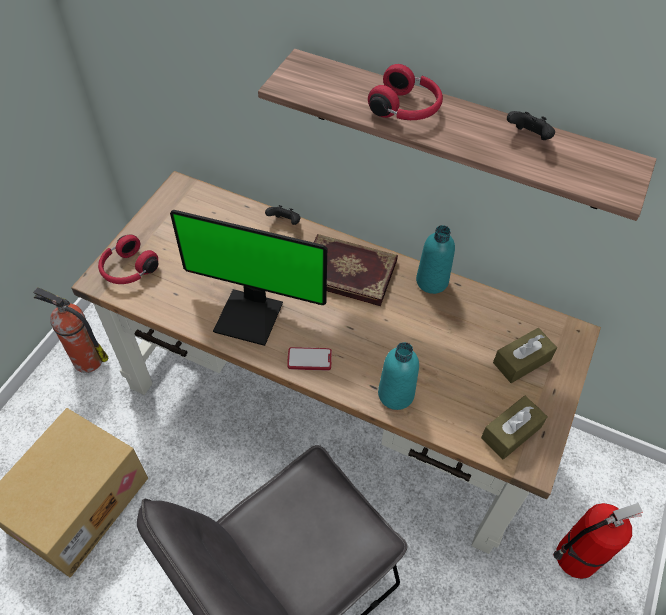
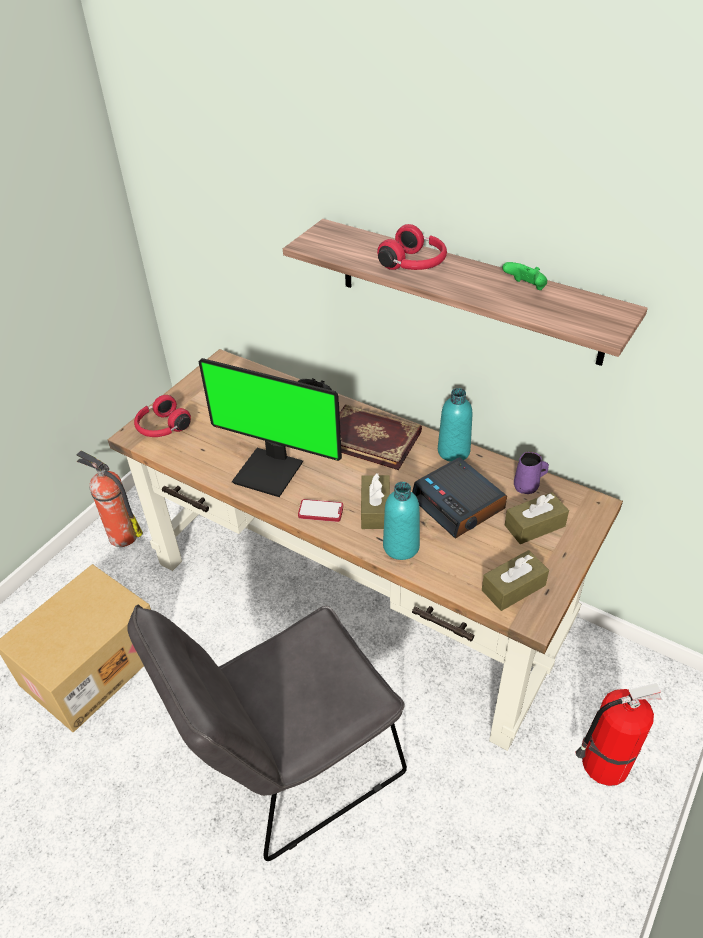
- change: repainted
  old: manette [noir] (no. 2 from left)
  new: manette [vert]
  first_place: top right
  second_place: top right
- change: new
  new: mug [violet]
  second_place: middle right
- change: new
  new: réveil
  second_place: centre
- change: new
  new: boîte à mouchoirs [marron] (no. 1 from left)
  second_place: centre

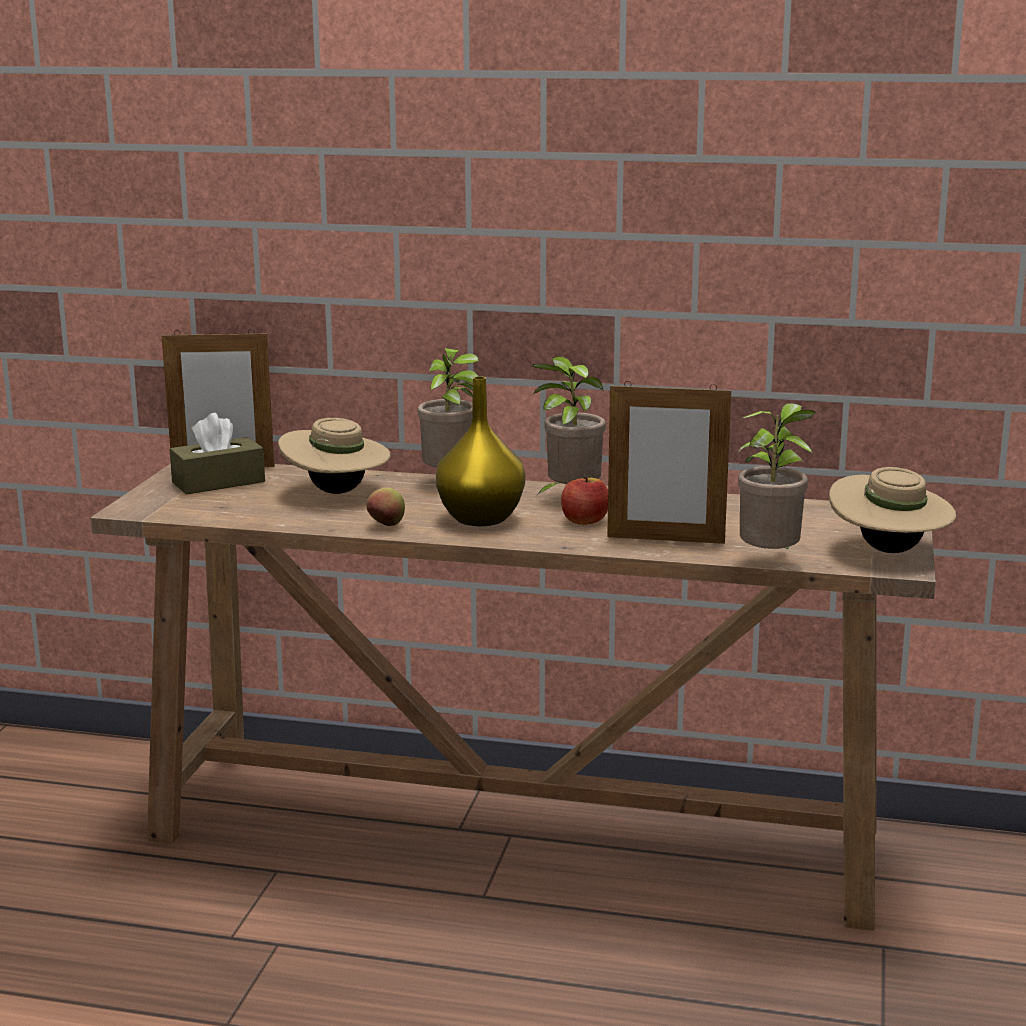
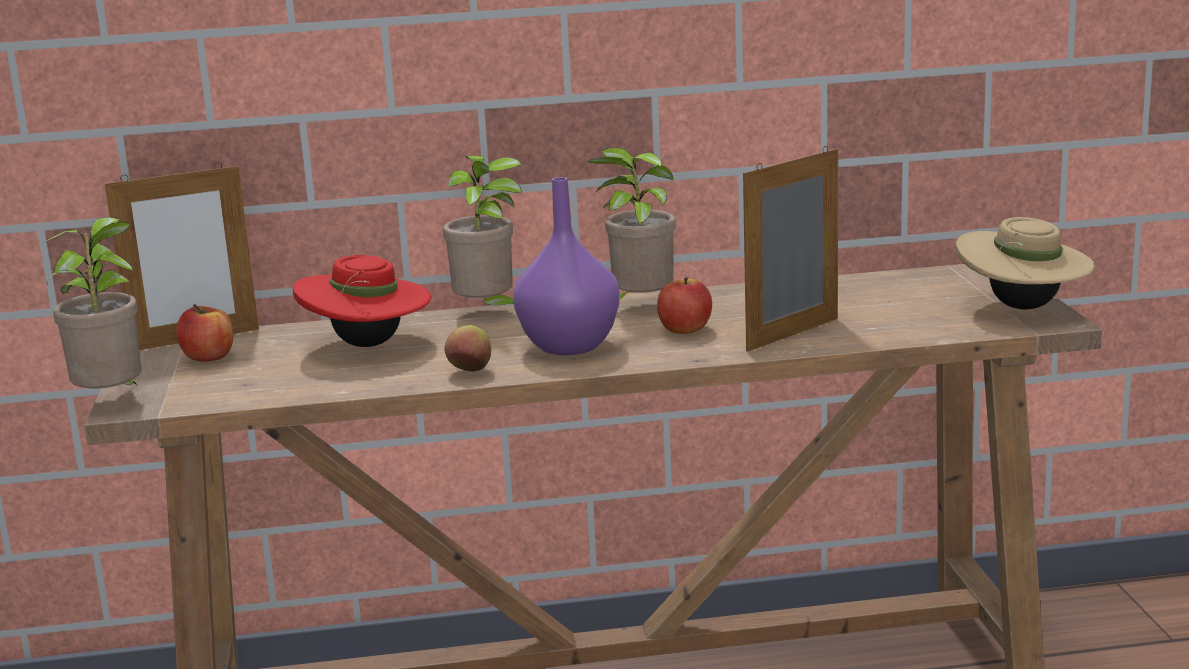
- change: repainted
  old: vase [jaune]
  new: vase [violet]
  first_place: centre
  second_place: centre
- change: rotated
  old: cadre photo (no. 2 from left)
  first_place: centre
  second_place: centre
  degrees: 150
- change: shifted
  old: plante en pot (no. 3 from left in the first image)
  new: plante en pot (no. 1 from left)
  first_place: middle right
  second_place: middle left
- change: swapped
  old: boîte à mouchoirs [marron]
  new: pomme (no. 1 from left)
  first_place: middle left
  second_place: middle left
- change: repainted
  old: chapeau [beige] (no. 1 from left)
  new: chapeau [rouge]
  first_place: middle left
  second_place: middle left

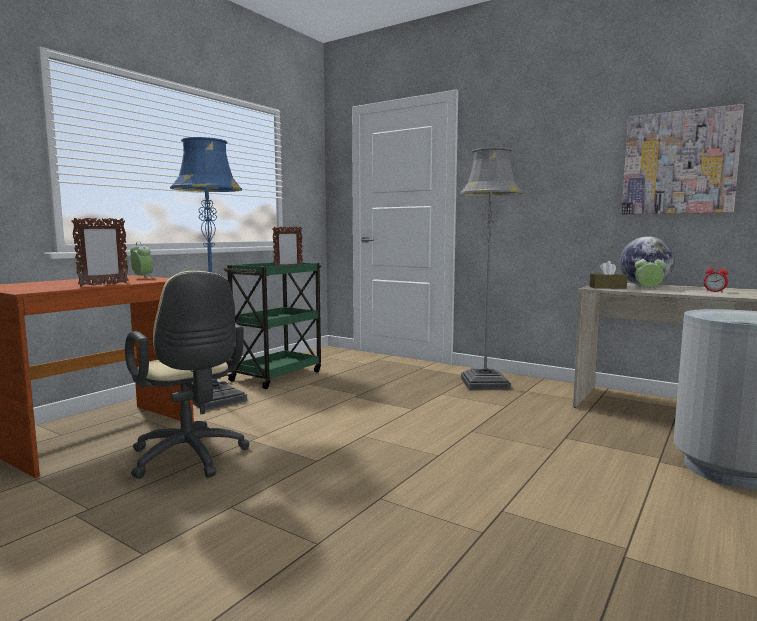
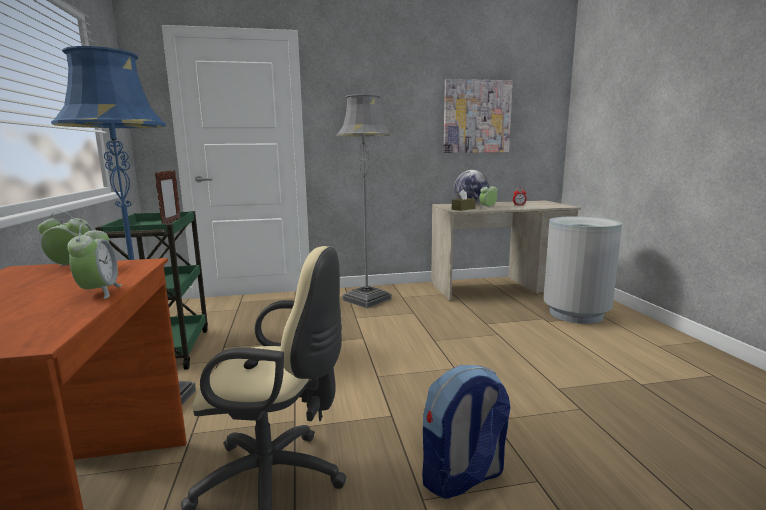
- change: swapped
  old: cadre photo (no. 1 from left)
  new: réveil (no. 2 from left)
  first_place: middle left
  second_place: middle left
- change: new
  new: sac à dos
  second_place: bottom centre

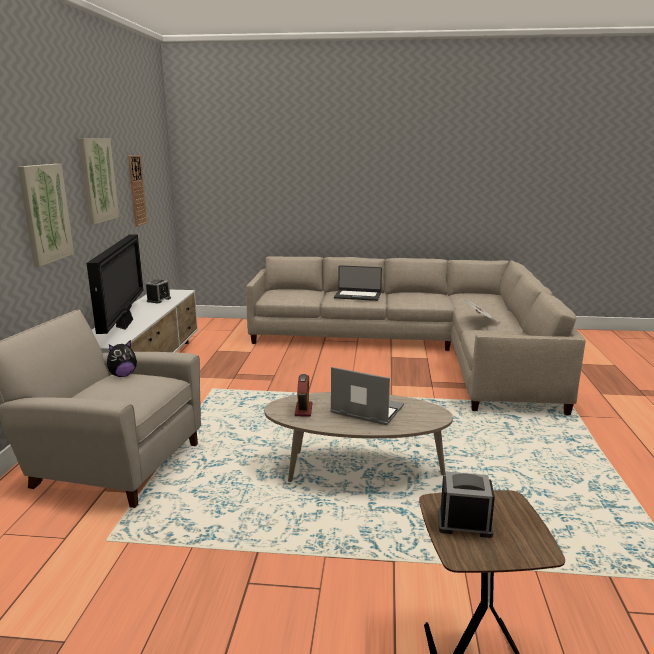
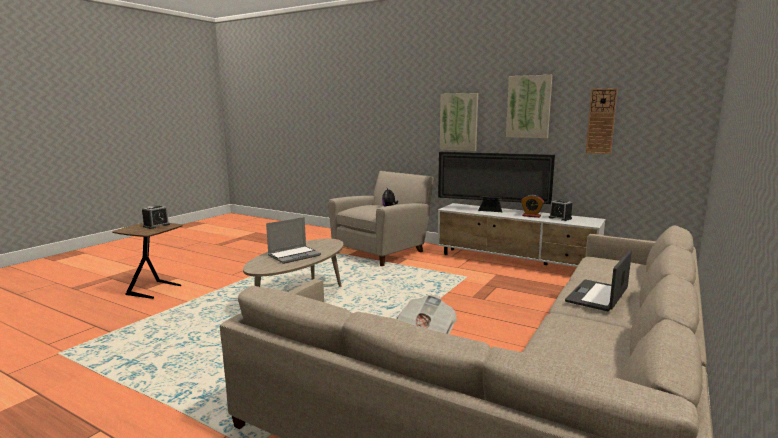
- change: shifted
  old: réveil (no. 2 from left)
  first_place: centre
  second_place: middle right

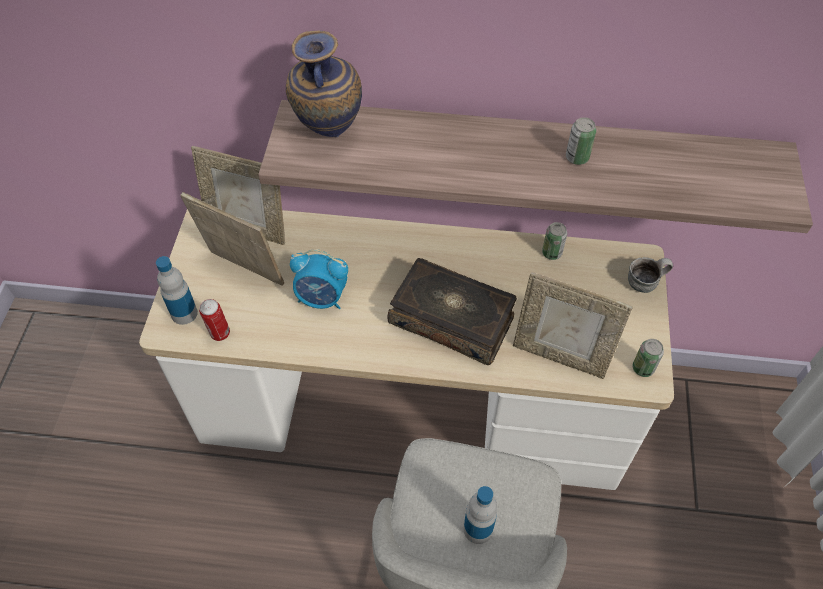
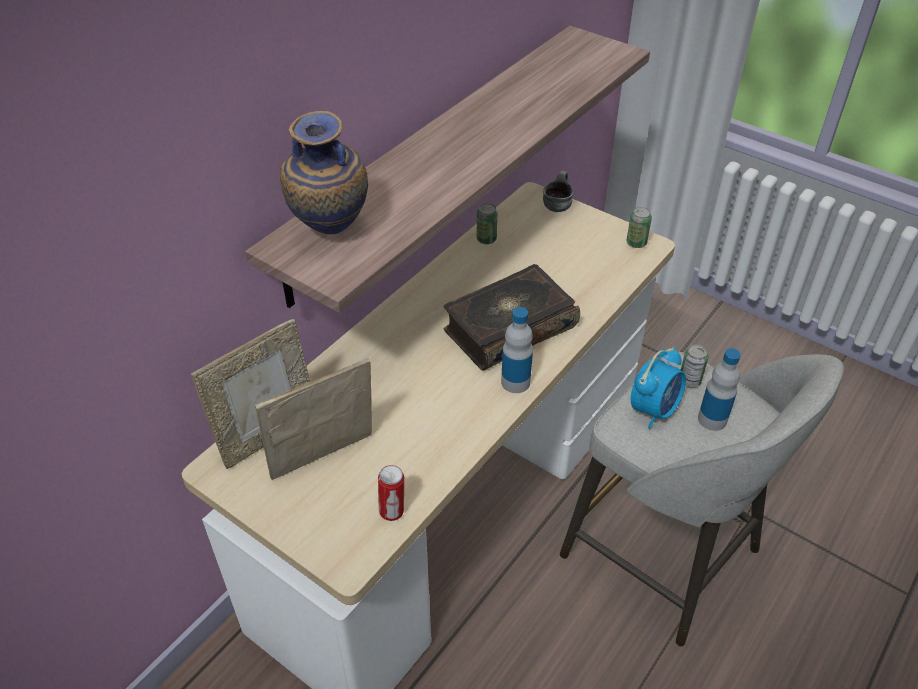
- change: shifted
  old: boîte métallique (no. 3 from left in the first image)
  new: boîte métallique (no. 4 from left)
  first_place: top right
  second_place: middle right
- change: shifted
  old: réveil
  first_place: centre
  second_place: middle right
- change: shifted
  old: bouteille (no. 1 from left)
  first_place: middle left
  second_place: centre
- change: gone
  old: cadre photo (no. 3 from left)
  first_place: middle right

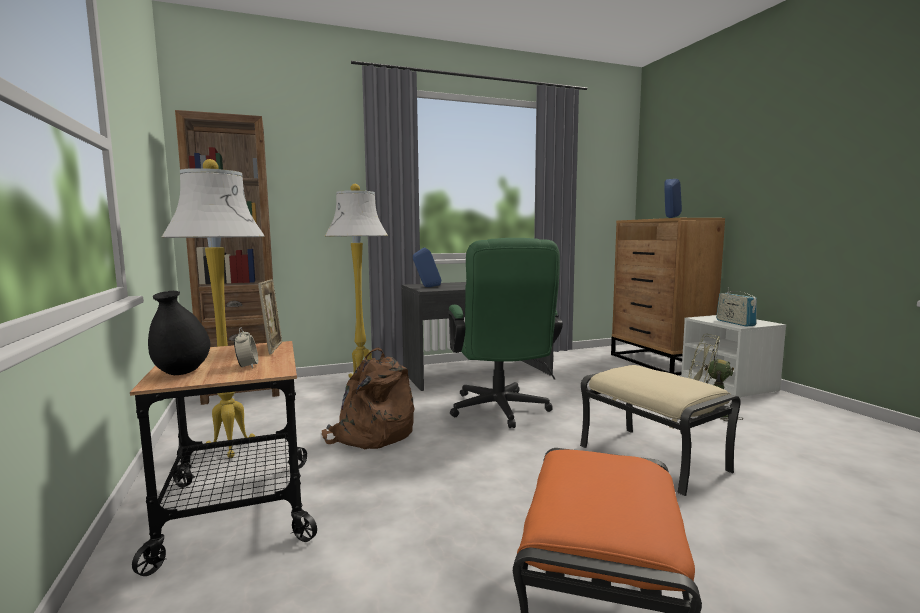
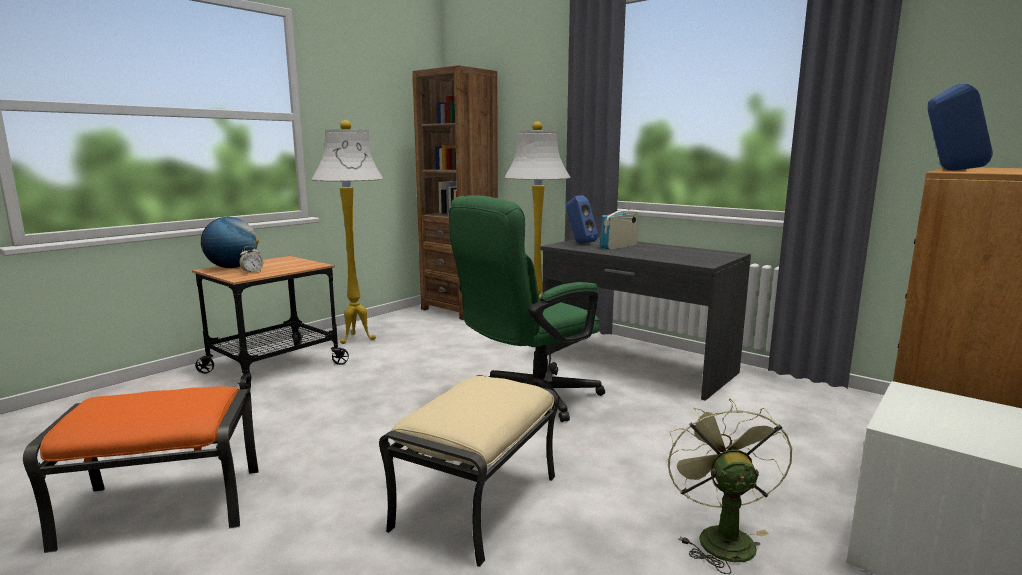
- change: gone
  old: cadre photo
  first_place: middle left
- change: shifted
  old: radio
  first_place: middle right
  second_place: centre
- change: swapped
  old: vase [noir]
  new: globe
  first_place: middle left
  second_place: middle left
- change: gone
  old: sac à dos [marron]
  first_place: centre

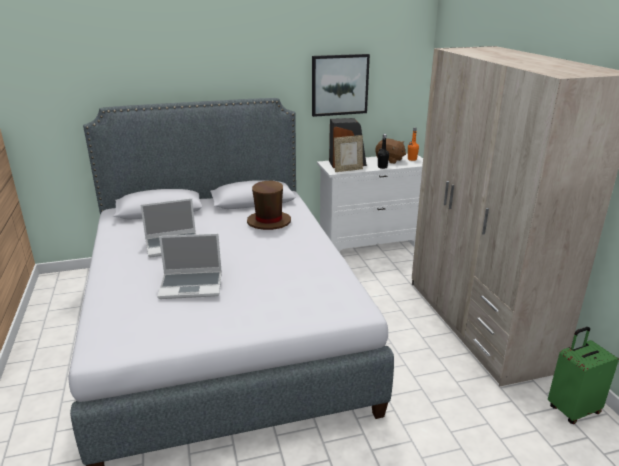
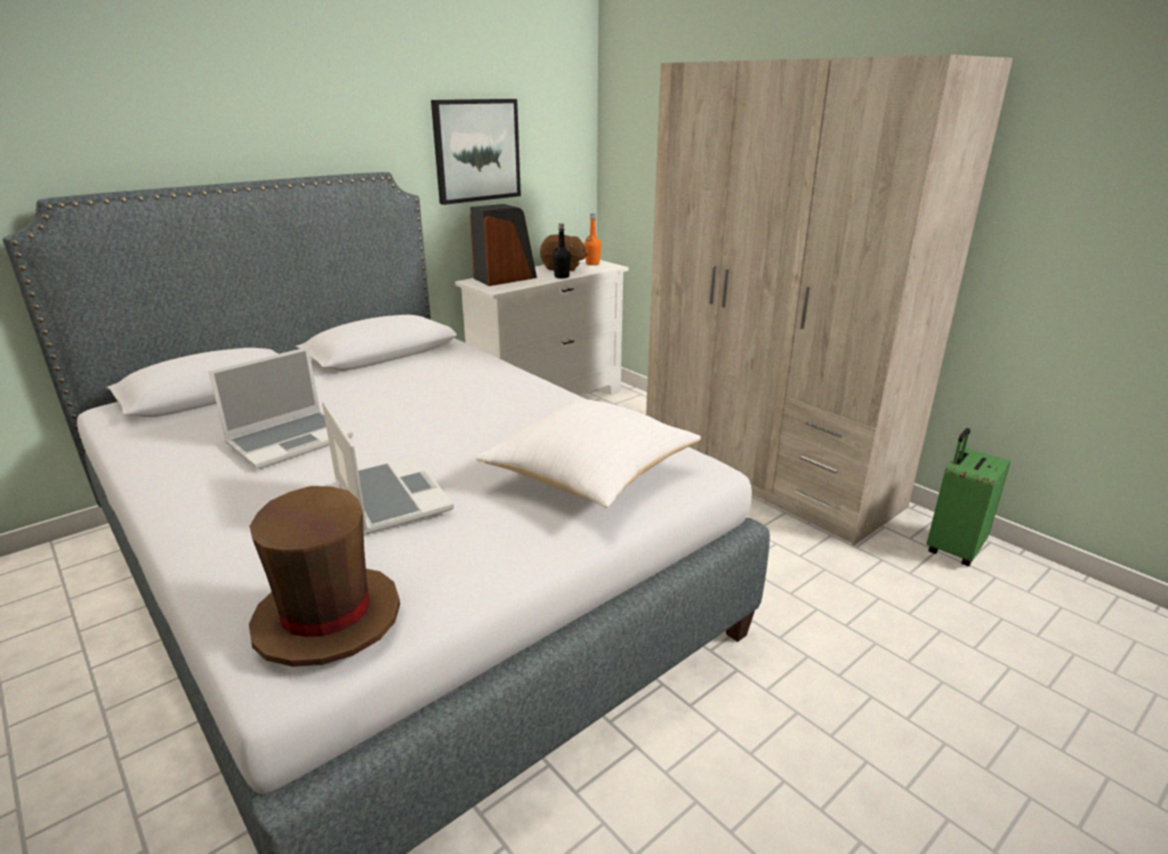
- change: gone
  old: cadre photo
  first_place: top centre
- change: shifted
  old: chapeau [marron]
  first_place: centre
  second_place: bottom left
- change: rotated
  old: ordinateur portable (no. 2 from left)
  first_place: middle left
  second_place: middle left
  degrees: -90
- change: new
  new: coussin [blanc]
  second_place: centre

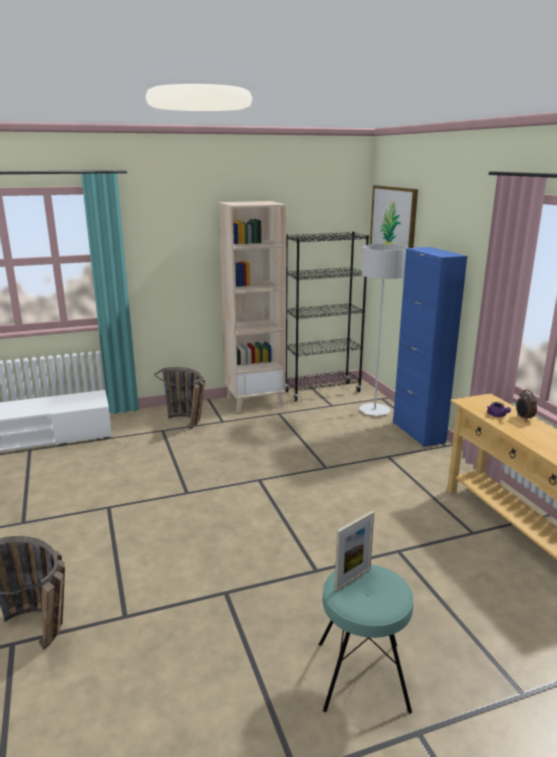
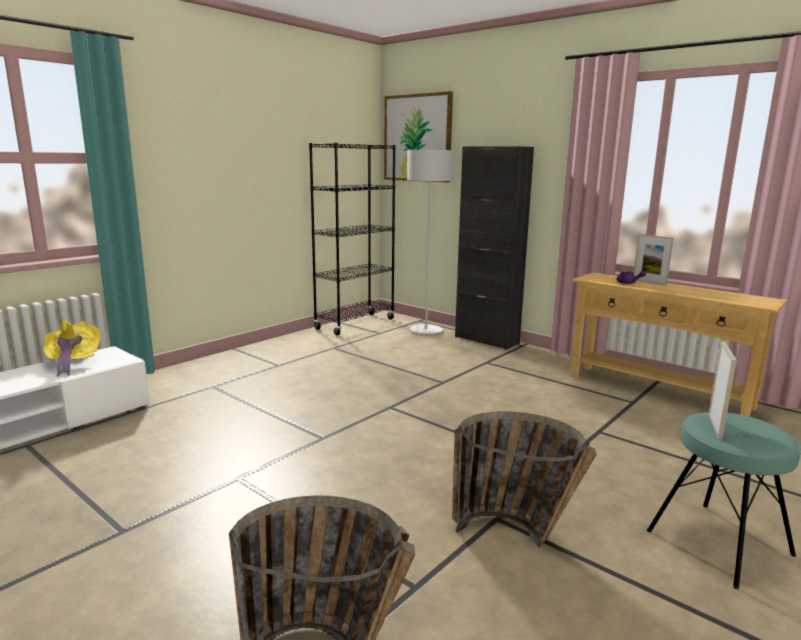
- change: gone
  old: bibliothèque [beige]
  first_place: centre
- change: repainted
  old: meuble de rangement [bleu]
  new: meuble de rangement [noir]
  first_place: middle right
  second_place: centre
- change: shifted
  old: panier (no. 2 from left)
  first_place: middle left
  second_place: bottom centre
- change: swapped
  old: réveil
  new: cadre photo (no. 1 from left)
  first_place: middle right
  second_place: middle right
- change: new
  new: chapeau [jaune]
  second_place: middle left

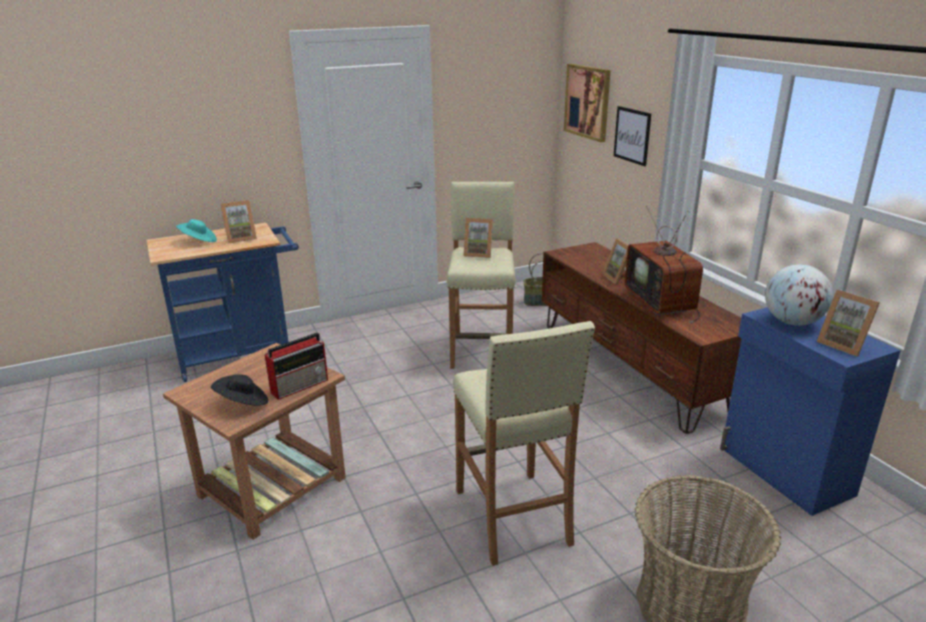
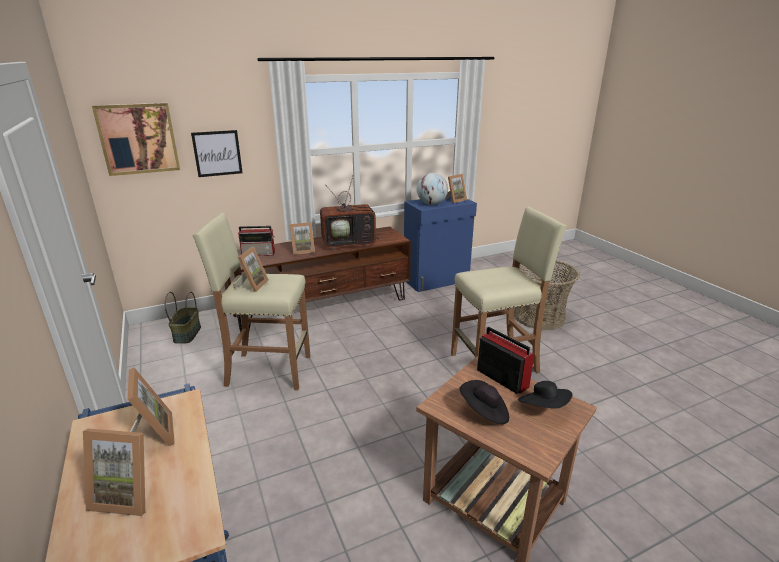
- change: swapped
  old: chapeau [turquoise]
  new: cadre photo (no. 1 from left)
  first_place: middle left
  second_place: bottom left
- change: new
  new: radio (no. 1 from left)
  second_place: middle left
- change: new
  new: chapeau [noir] (no. 1 from left)
  second_place: bottom centre

